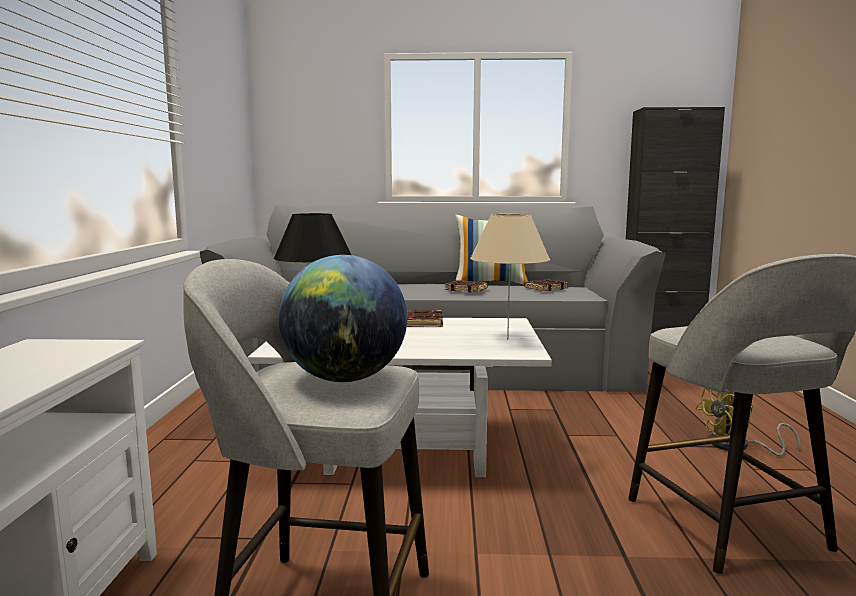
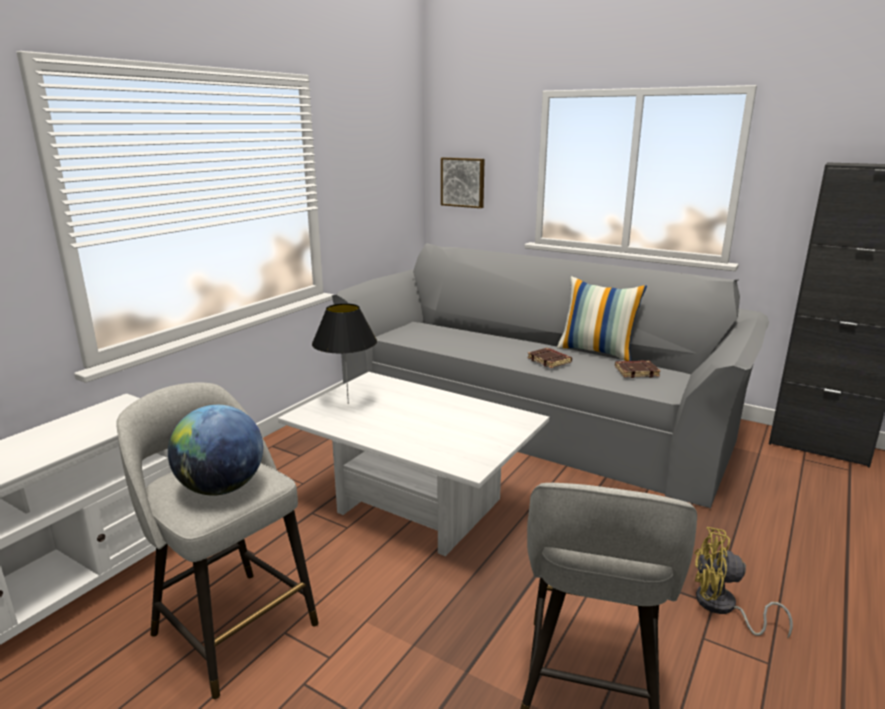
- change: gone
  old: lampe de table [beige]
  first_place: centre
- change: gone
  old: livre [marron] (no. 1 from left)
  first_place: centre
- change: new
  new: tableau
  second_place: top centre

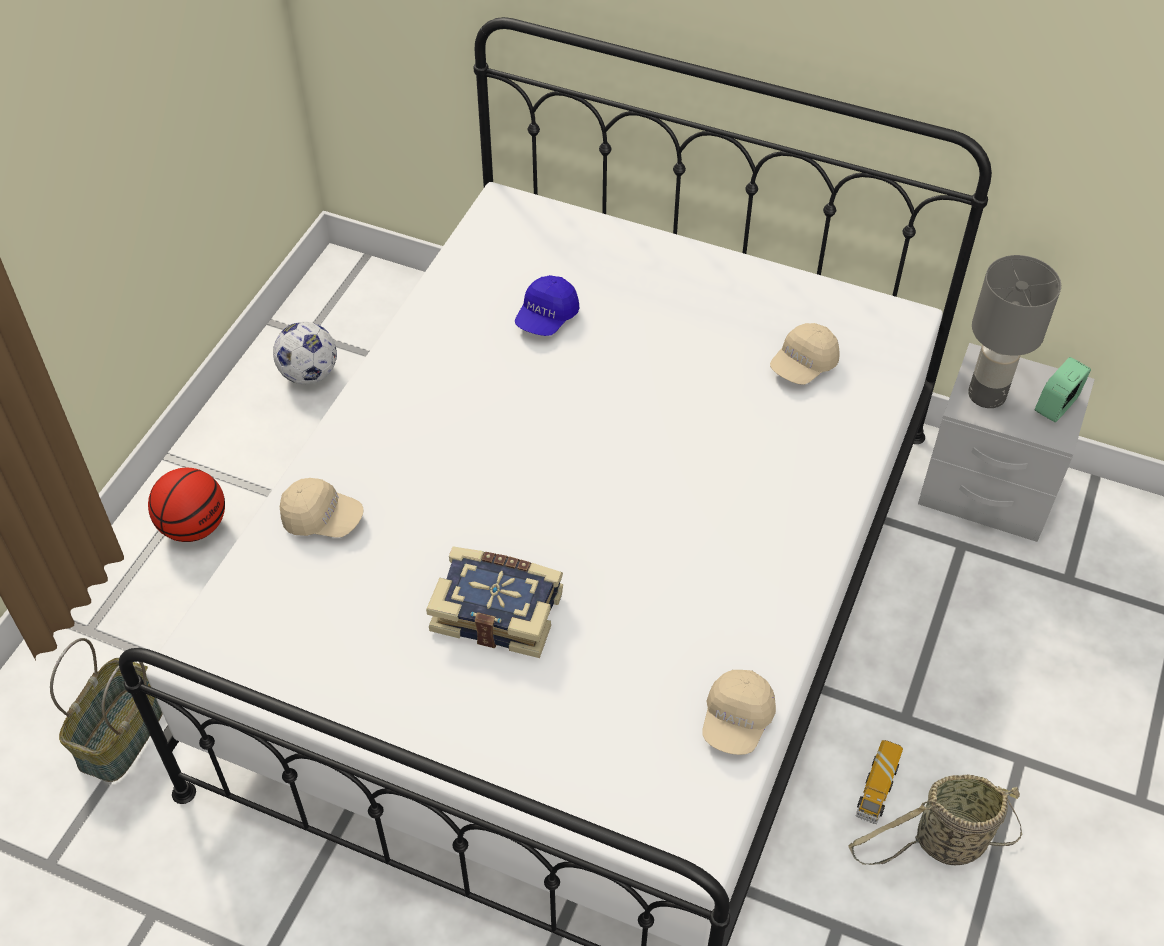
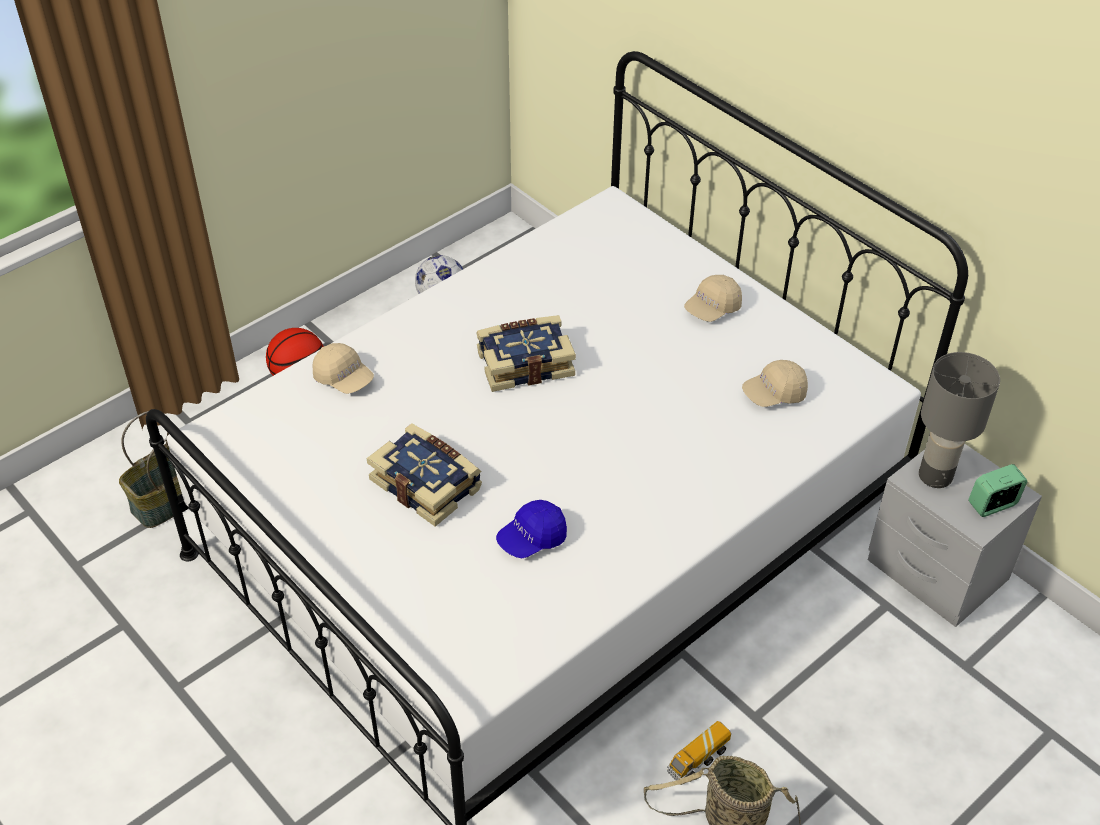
- change: shifted
  old: casquette [bleu]
  first_place: top centre
  second_place: centre
- change: shifted
  old: casquette [beige] (no. 2 from left)
  first_place: bottom centre
  second_place: centre
- change: new
  new: livre (no. 2 from left)
  second_place: centre

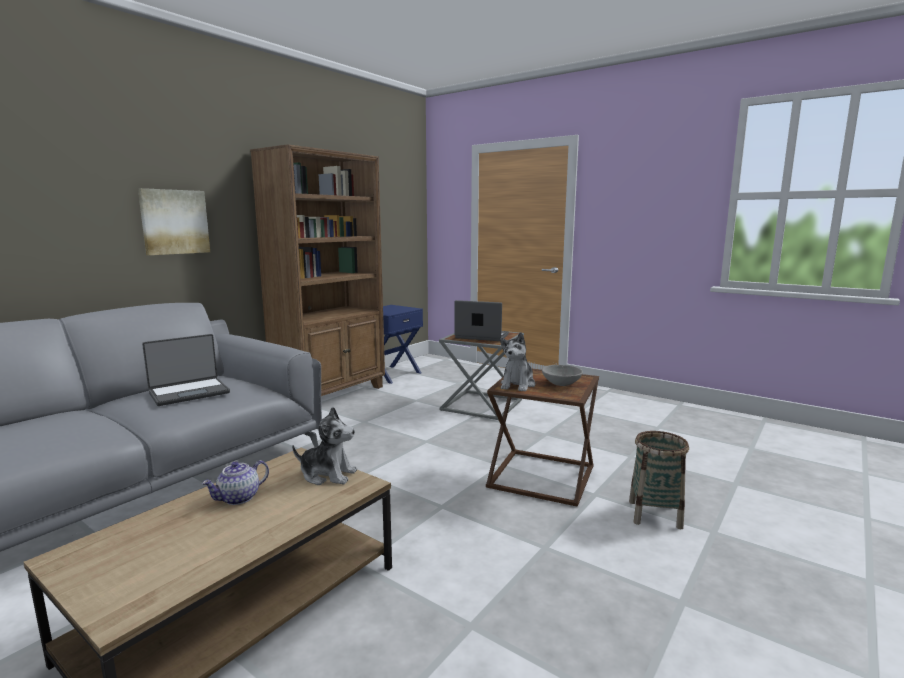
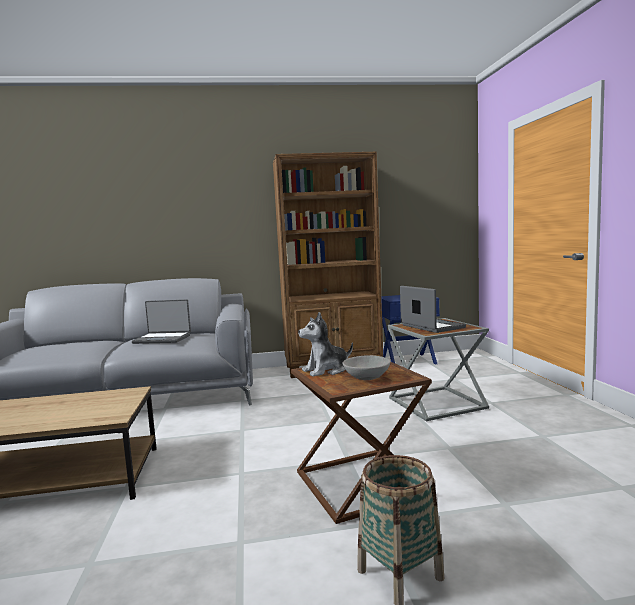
- change: gone
  old: tableau
  first_place: top left
- change: gone
  old: peluche (no. 1 from left)
  first_place: centre
- change: gone
  old: théière
  first_place: bottom left

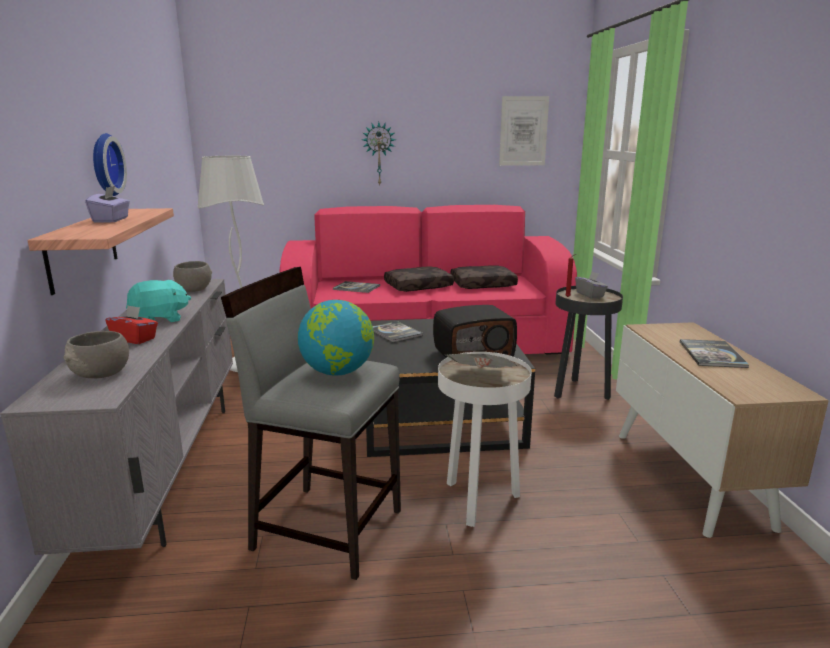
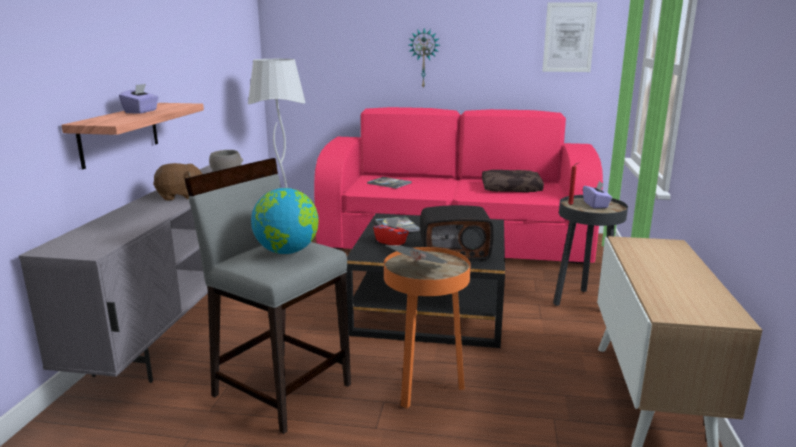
- change: gone
  old: horloge murale (no. 1 from left)
  first_place: top left
- change: gone
  old: coussin [marron] (no. 1 from left)
  first_place: centre
- change: repainted
  old: boîte à mouchoirs [gris]
  new: boîte à mouchoirs [violet] (no. 2 from left)
  first_place: middle right
  second_place: middle right
- change: repainted
  old: peluche [turquoise]
  new: peluche [marron]
  first_place: middle left
  second_place: middle left
- change: shifted
  old: boîte à mouchoirs [rouge]
  first_place: middle left
  second_place: centre
- change: gone
  old: bol [gris] (no. 1 from left)
  first_place: middle left
- change: gone
  old: livre (no. 3 from left)
  first_place: middle right
- change: repainted
  old: table d'appoint [blanc]
  new: table d'appoint [orange]
  first_place: bottom centre
  second_place: bottom centre

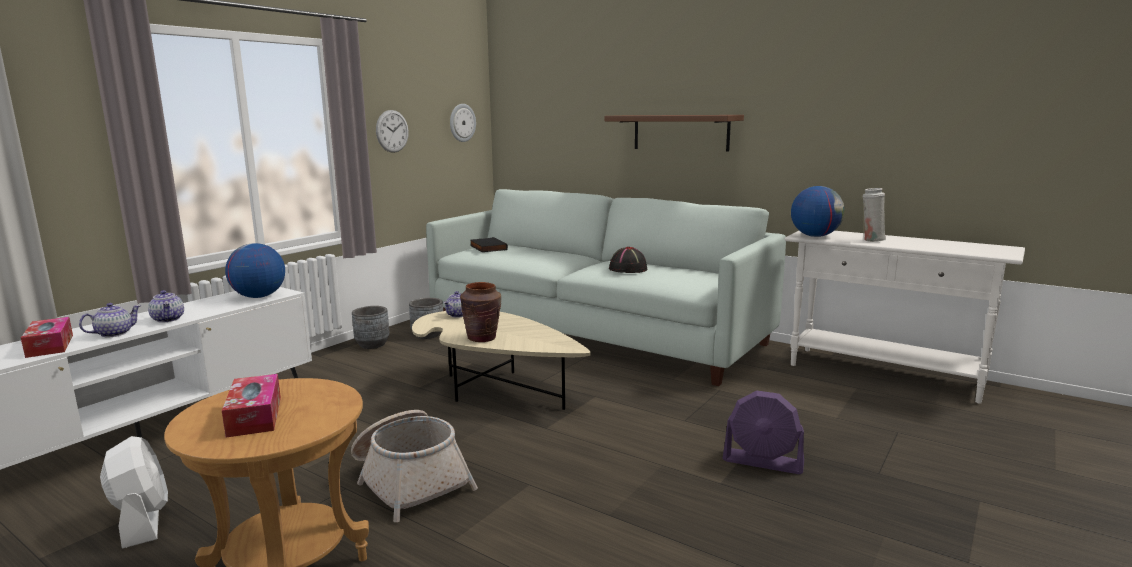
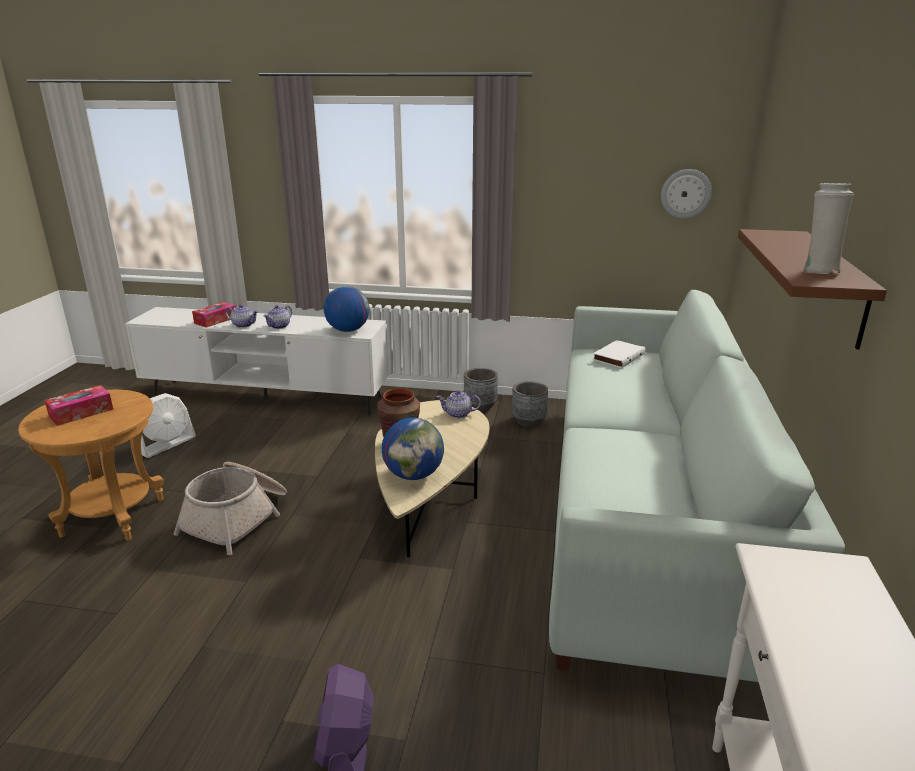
- change: gone
  old: horloge murale (no. 1 from left)
  first_place: top centre
- change: shifted
  old: globe (no. 2 from left)
  first_place: middle right
  second_place: centre
- change: shifted
  old: vase [blanc]
  first_place: middle right
  second_place: top right
- change: repainted
  old: livre [noir]
  new: livre [blanc]
  first_place: centre
  second_place: middle right
- change: gone
  old: chapeau [noir]
  first_place: centre

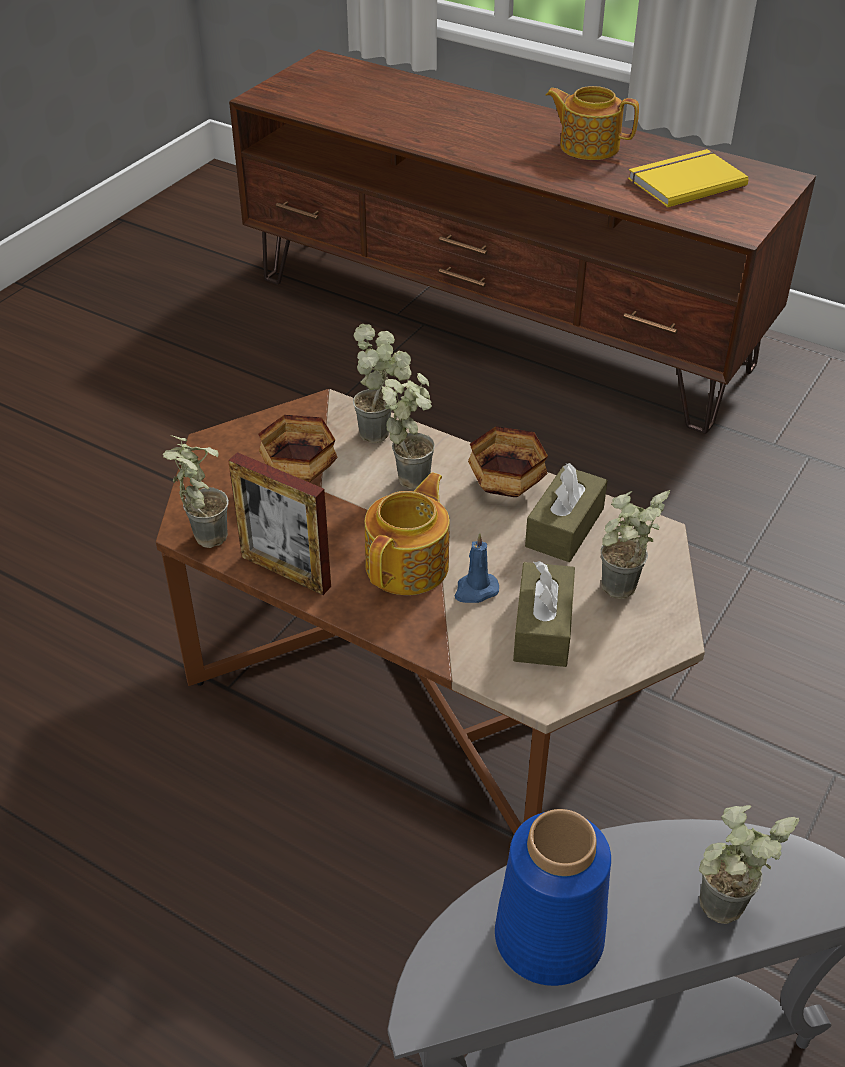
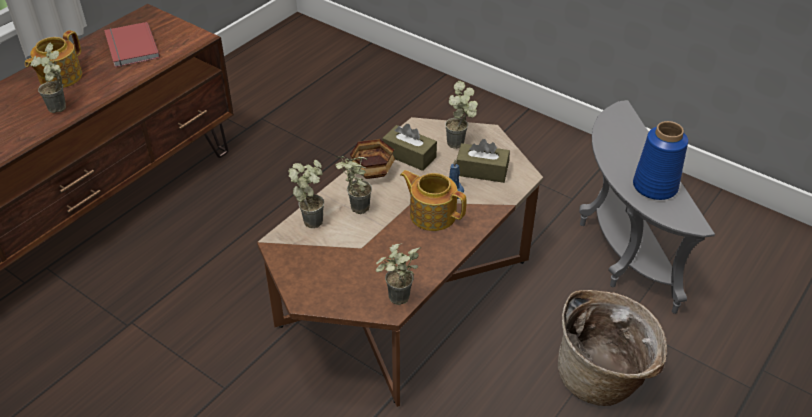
- change: repainted
  old: livre [jaune]
  new: livre [rouge]
  first_place: top right
  second_place: top left
- change: gone
  old: bol (no. 1 from left)
  first_place: centre
- change: gone
  old: cadre photo
  first_place: middle left
- change: shifted
  old: plante en pot (no. 5 from left in the first image)
  new: plante en pot (no. 1 from left)
  first_place: bottom right
  second_place: top left
- change: new
  new: panier
  second_place: bottom right

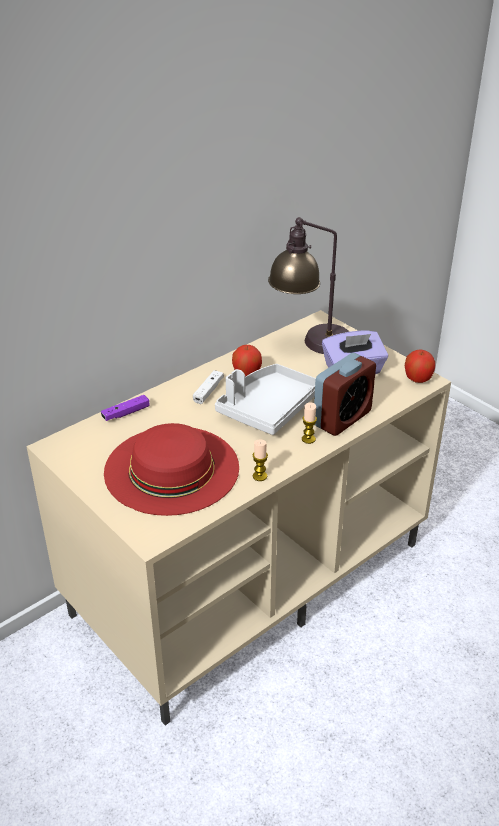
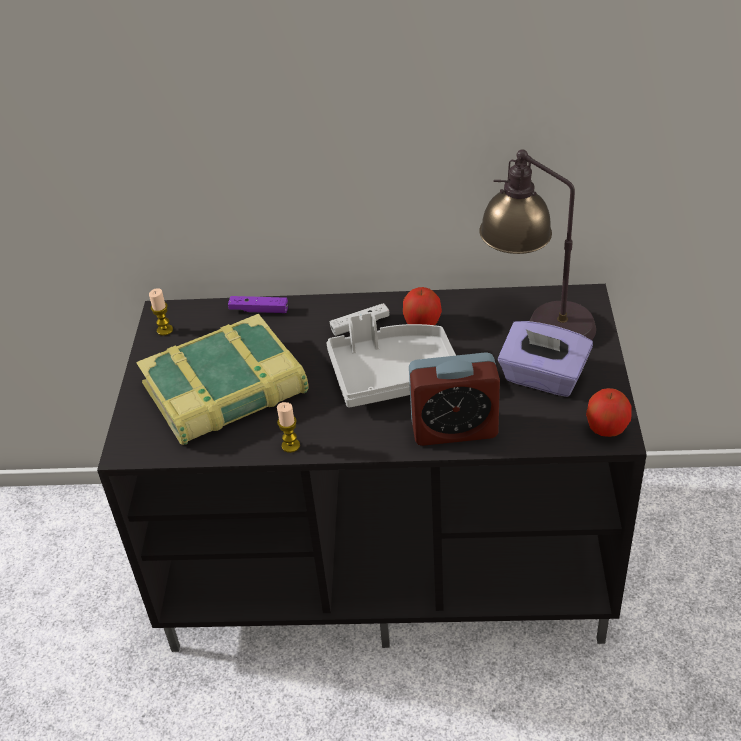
- change: repainted
  old: meuble télé [beige]
  new: meuble télé [noir]
  first_place: centre
  second_place: centre
- change: shifted
  old: bougie (no. 2 from left in the first image)
  new: bougie (no. 1 from left)
  first_place: centre
  second_place: middle left
- change: swapped
  old: chapeau [rouge]
  new: livre
  first_place: centre
  second_place: middle left

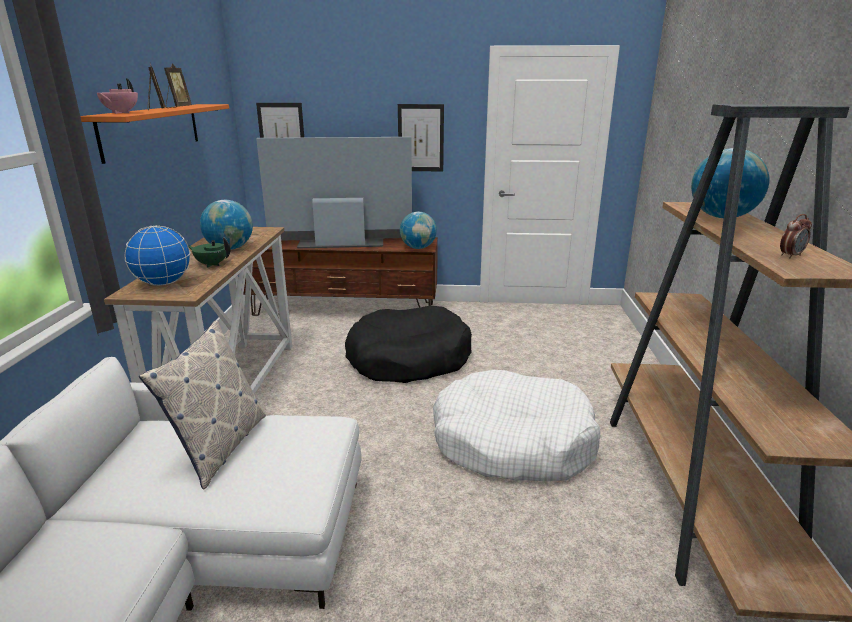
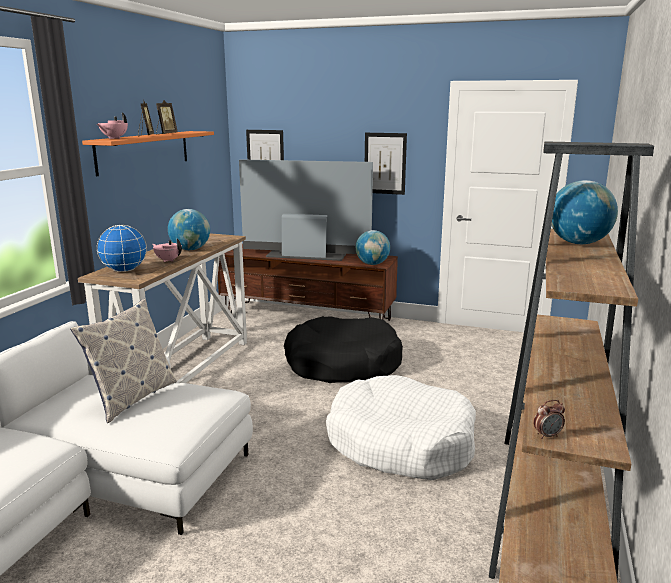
- change: shifted
  old: réveil
  first_place: middle right
  second_place: bottom right
- change: repainted
  old: théière [vert]
  new: théière [rose] (no. 2 from left)
  first_place: middle left
  second_place: middle left

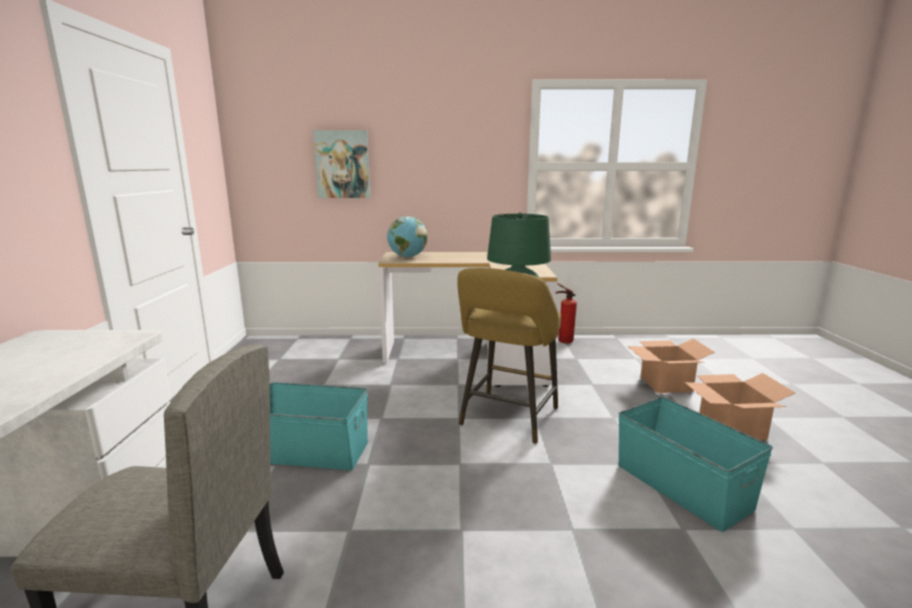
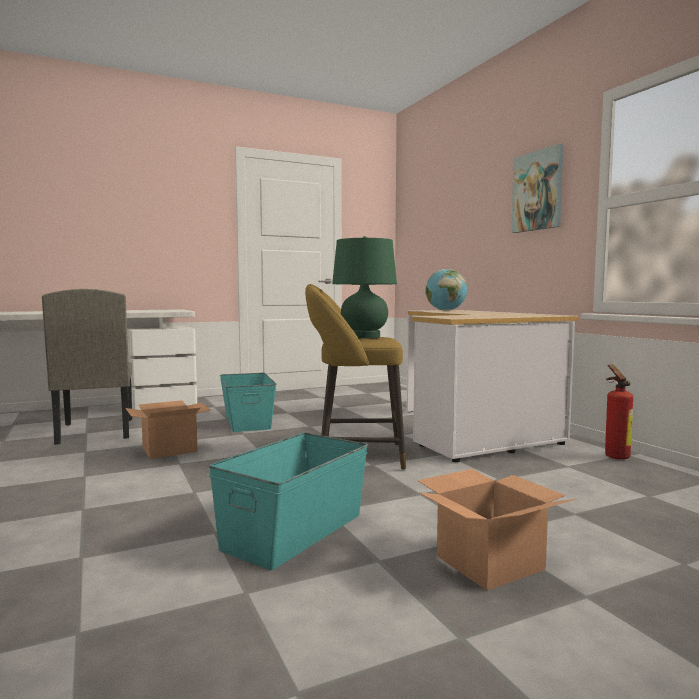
- change: shifted
  old: tableau
  first_place: top centre
  second_place: top right
- change: shifted
  old: carton (no. 1 from left)
  first_place: middle right
  second_place: middle left

